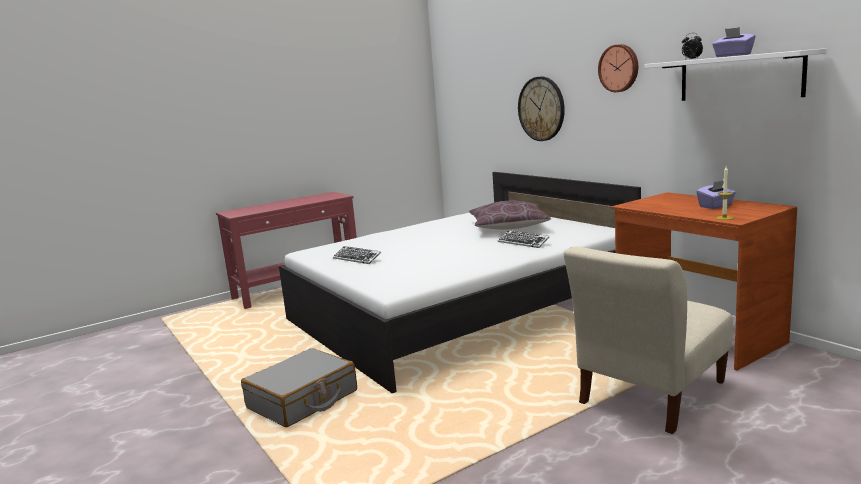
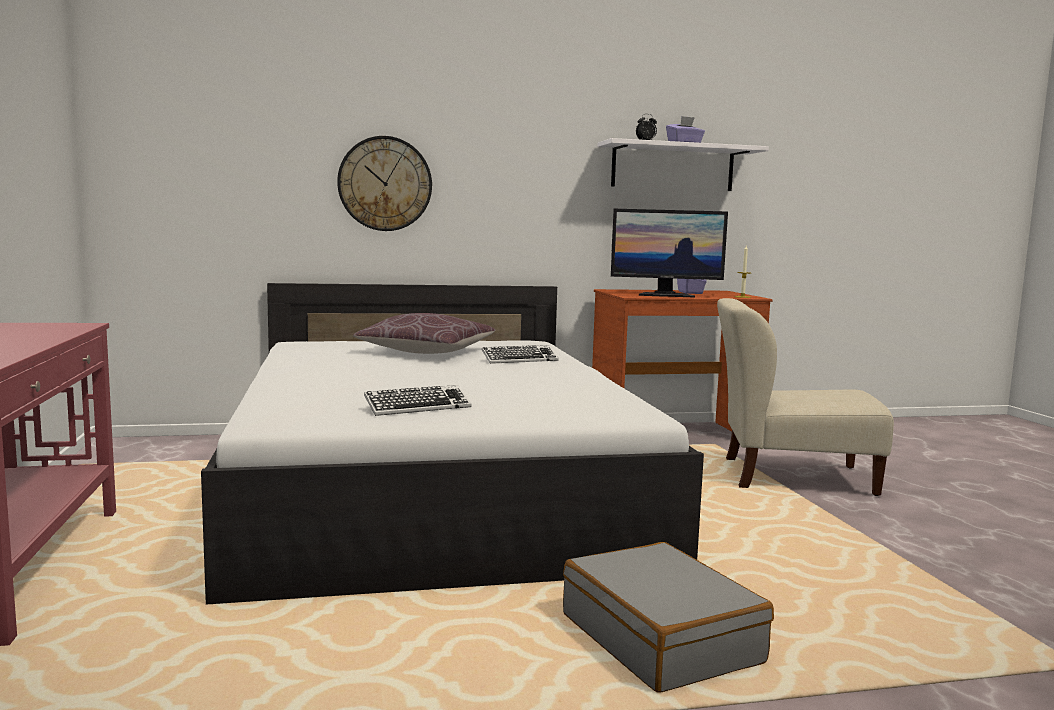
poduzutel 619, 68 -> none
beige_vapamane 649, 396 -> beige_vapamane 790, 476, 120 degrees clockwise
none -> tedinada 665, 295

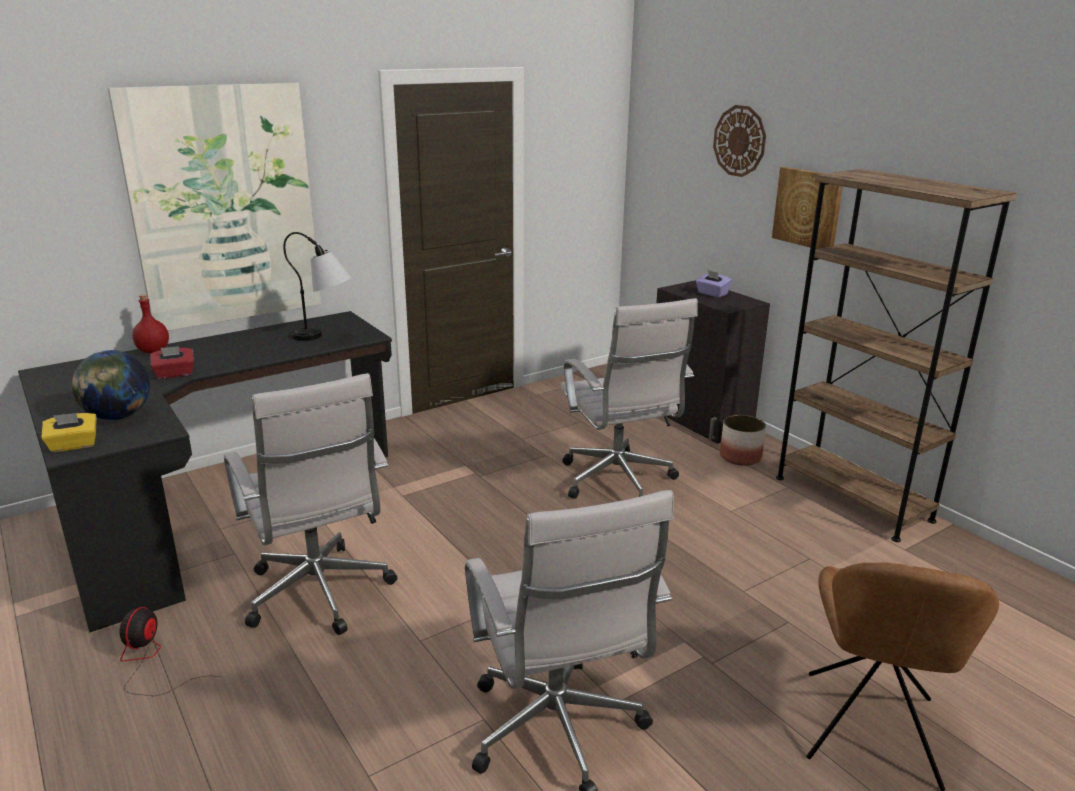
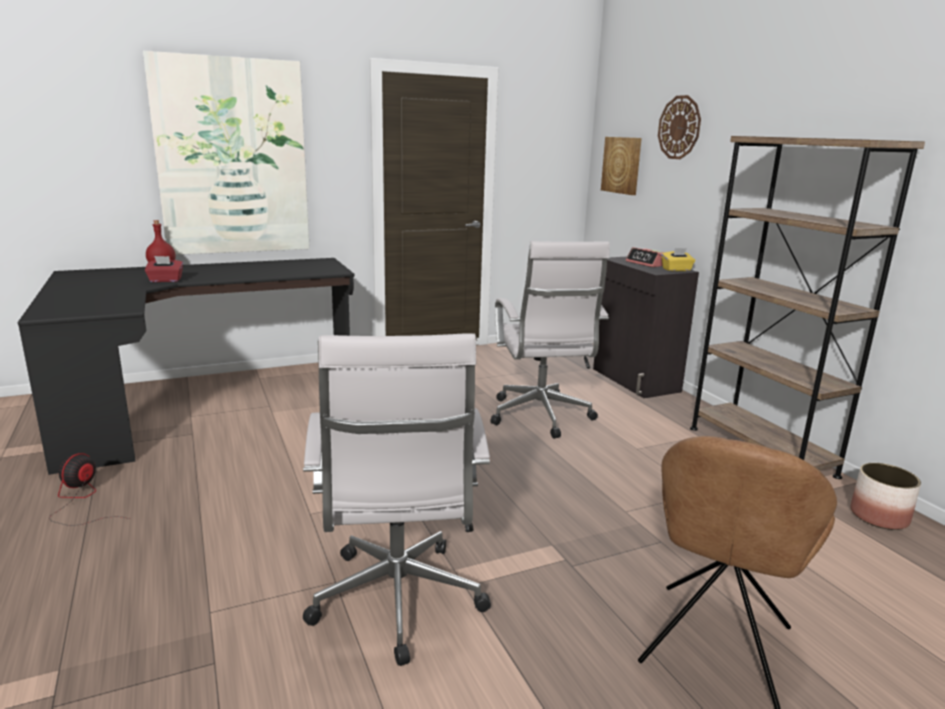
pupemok 808, 208 -> pupemok 622, 165, relocated
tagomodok 324, 338 -> none
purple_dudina 712, 294 -> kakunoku 648, 263
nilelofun 118, 417 -> none
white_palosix 320, 596 -> none
yellow_dudina 73, 445 -> yellow_dudina 676, 270, relocated
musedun 739, 457 -> musedun 878, 516, relocated

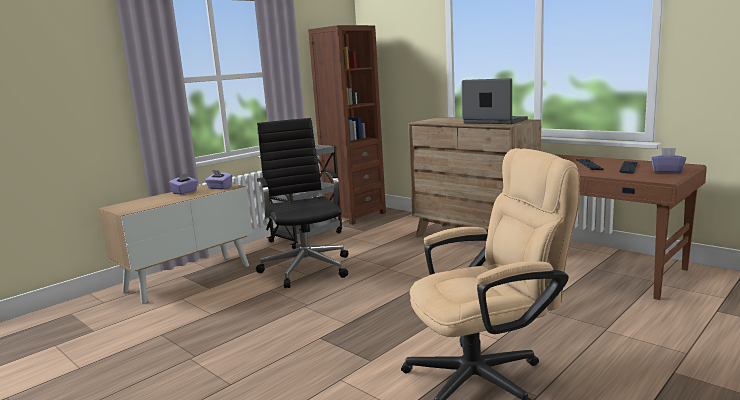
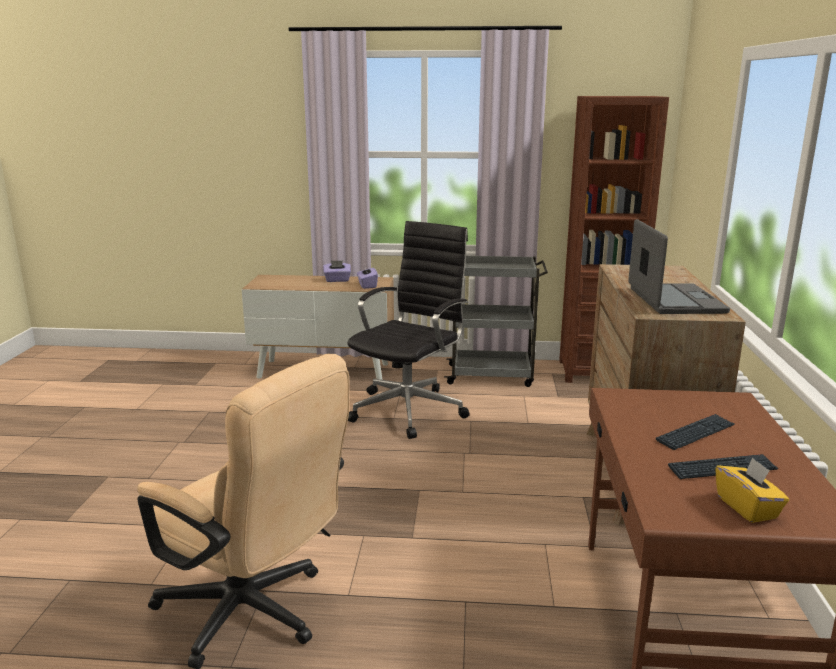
purple_dudina 667, 171 -> yellow_dudina 747, 507

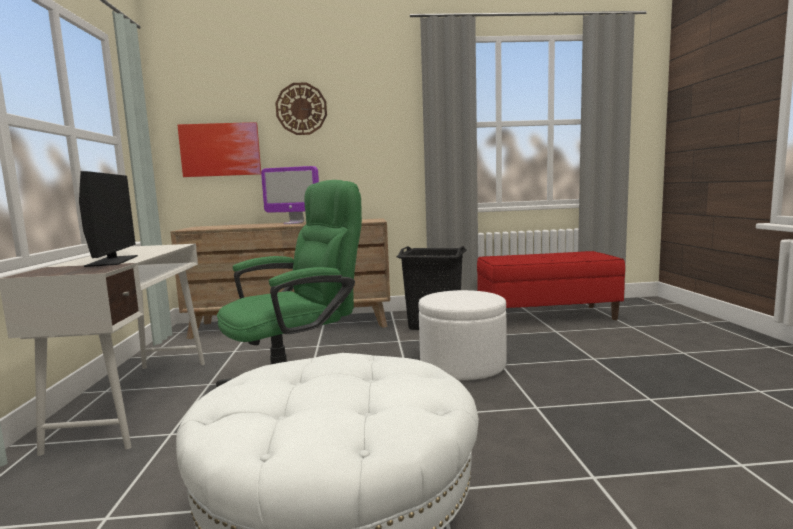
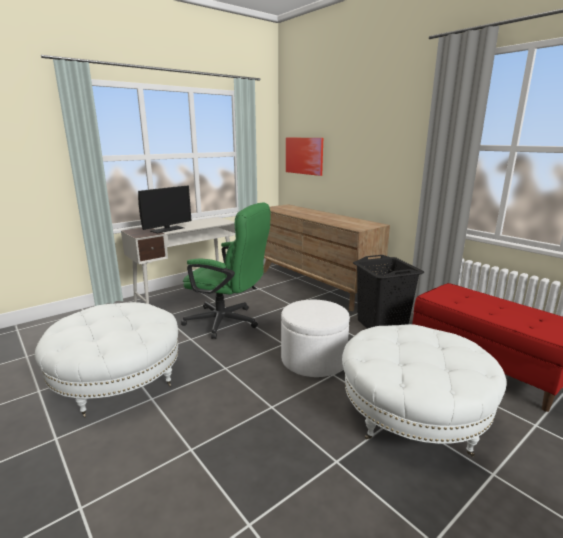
poduzutel 301, 109 -> none
tedinada 293, 223 -> none
none -> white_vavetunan 412, 414

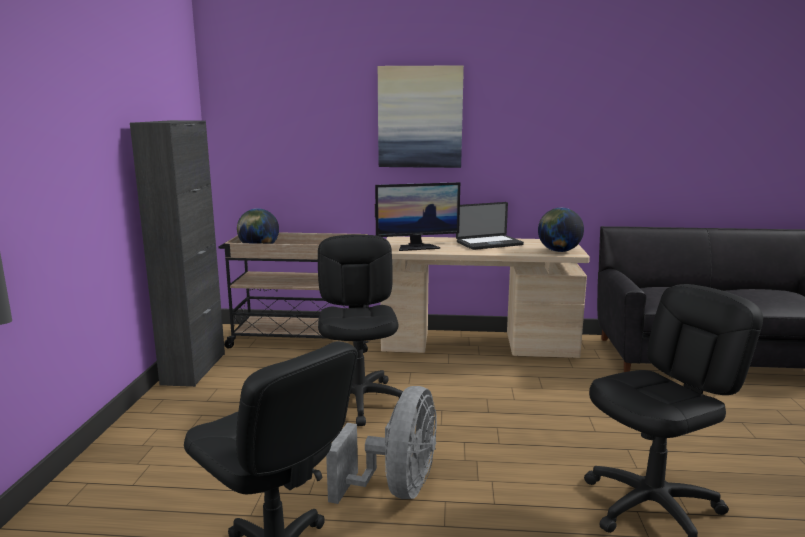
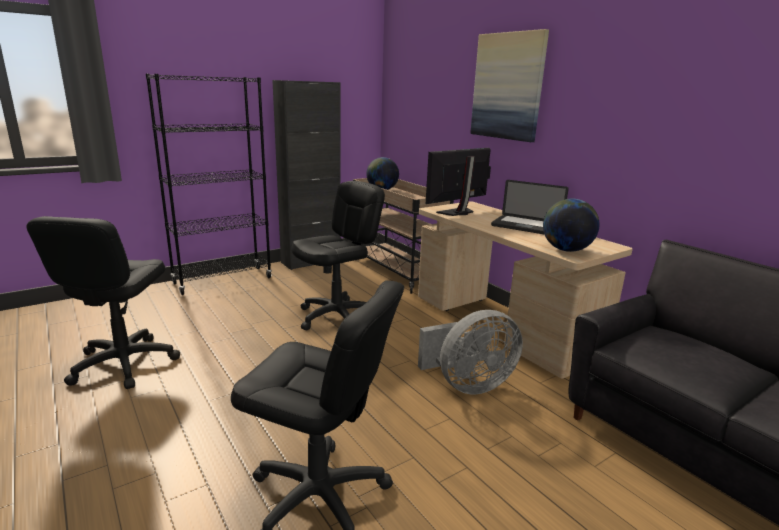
tedinada 417, 247 -> tedinada 457, 212, 105 degrees clockwise
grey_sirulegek 396, 488 -> grey_sirulegek 468, 385, relocated
none -> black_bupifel 223, 280

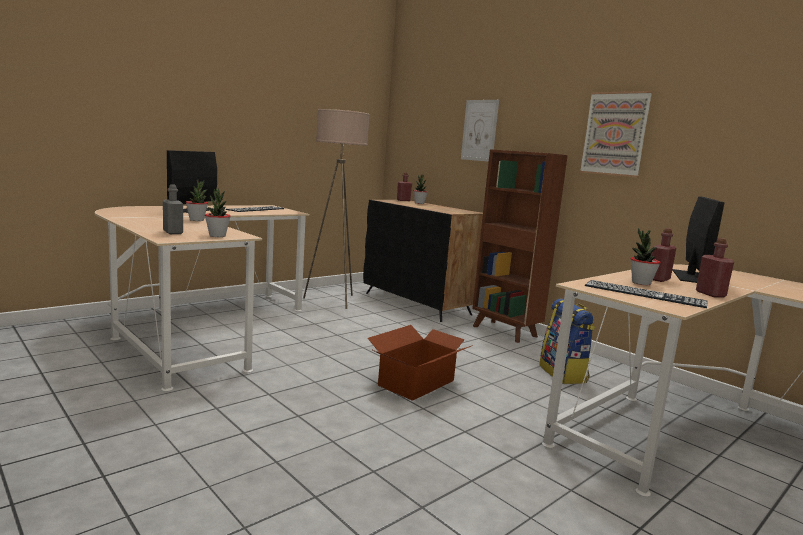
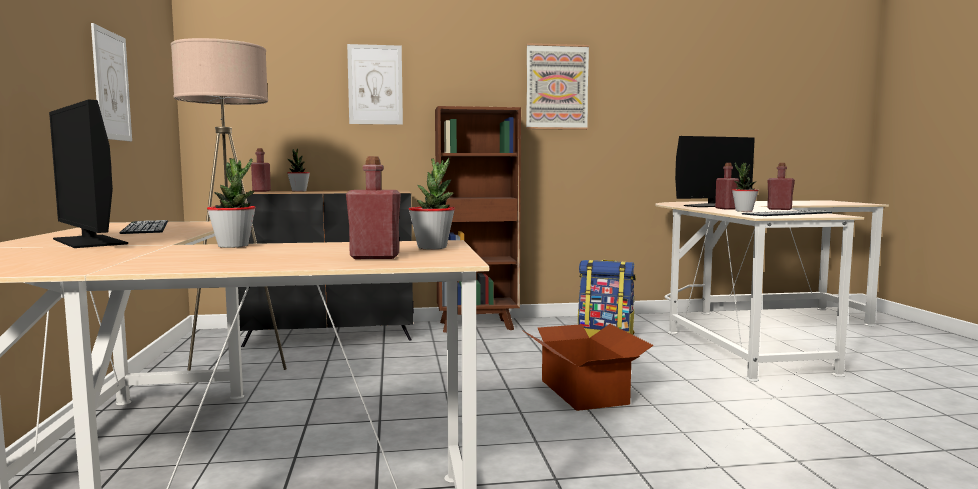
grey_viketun 173, 232 -> red_viketun 374, 257
tedinada 690, 277 -> tedinada 712, 206, 105 degrees clockwise
none -> pupemok 111, 86

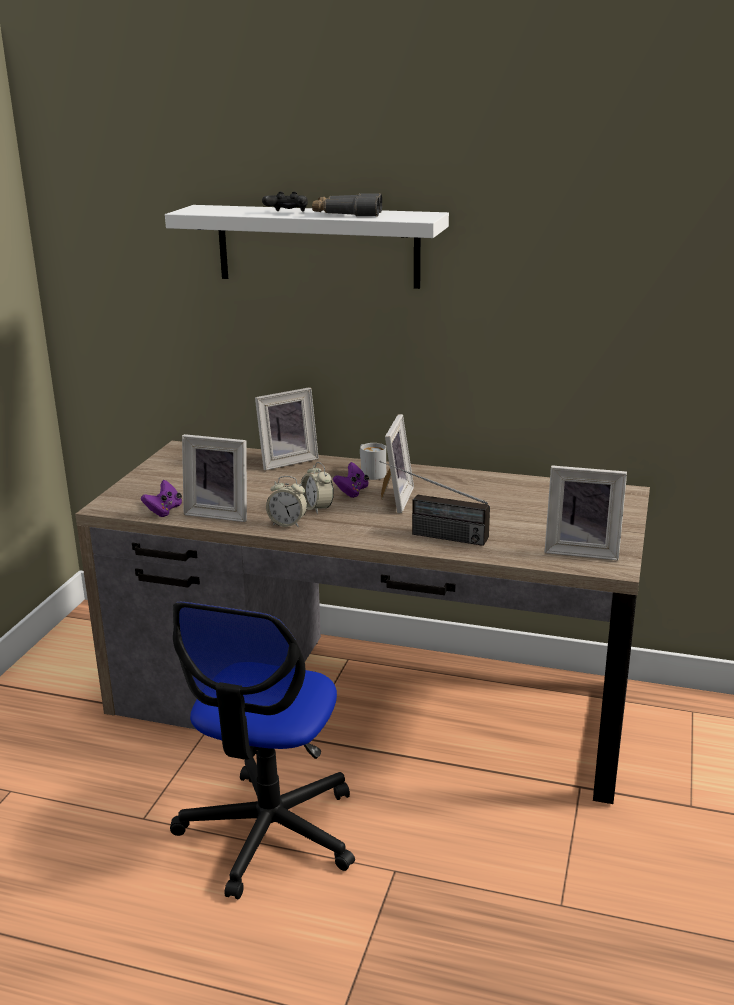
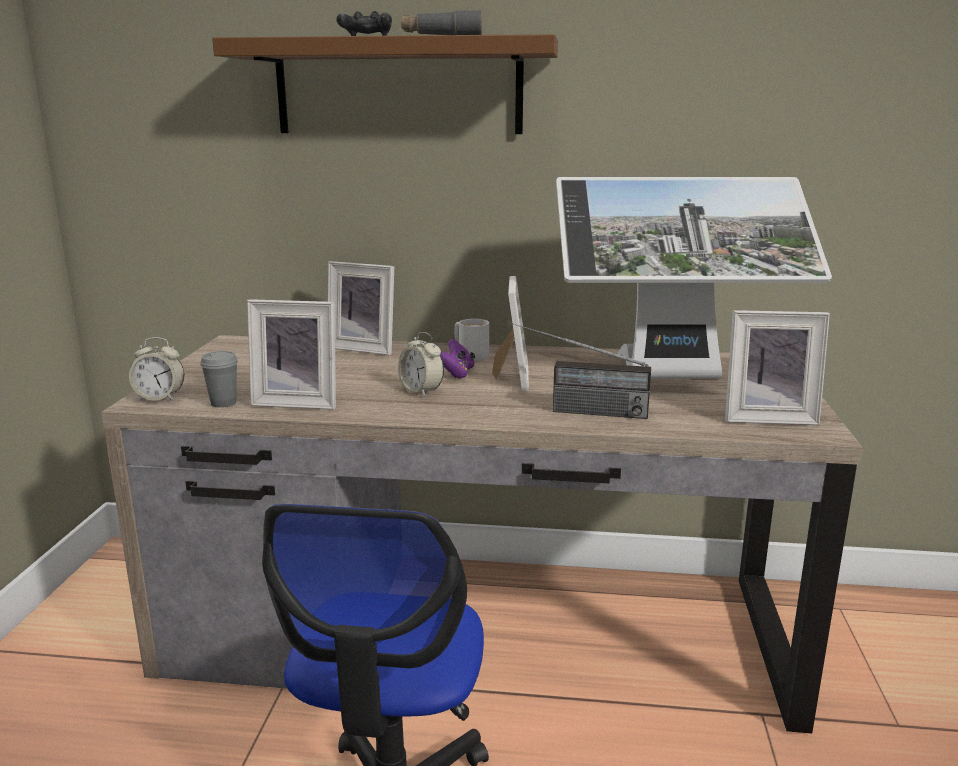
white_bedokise 317, 246 -> brown_bedokise 398, 88
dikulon 286, 461 -> dikulon 365, 348, 60 degrees clockwise
kakunoku 287, 523 -> kakunoku 160, 398, relocated
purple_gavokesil 164, 511 -> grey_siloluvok 223, 403
none -> tedinada 673, 377

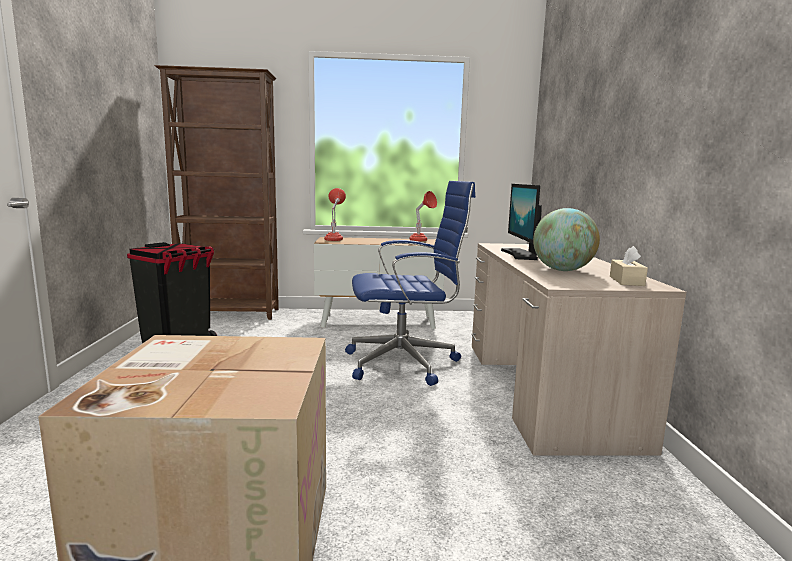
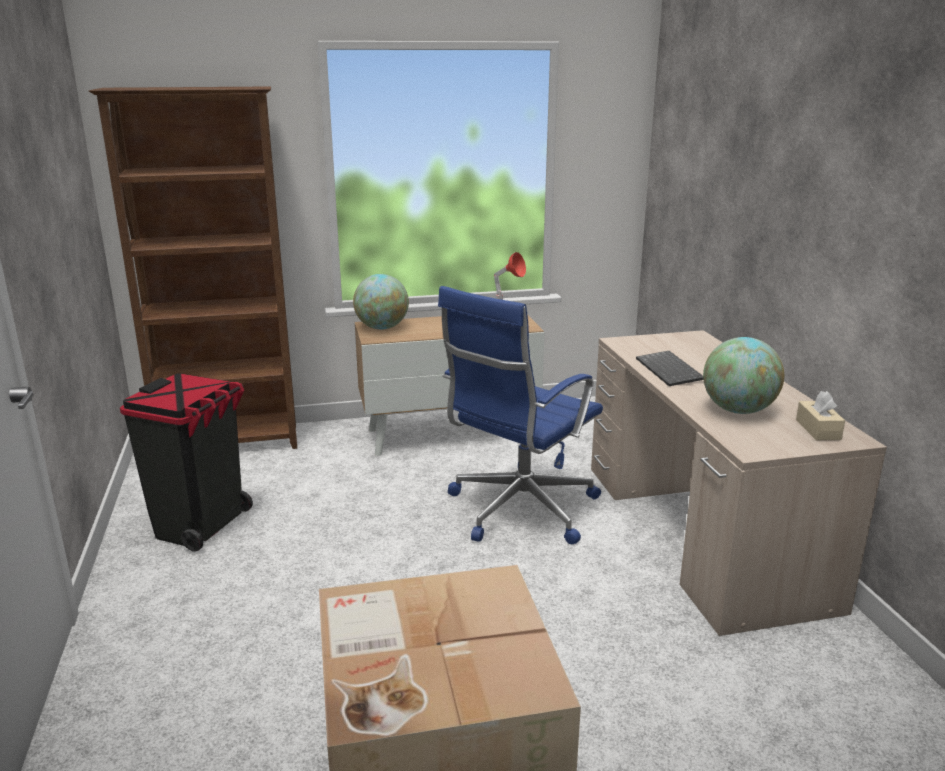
blue_palosix 405, 363 -> blue_palosix 519, 510, 150 degrees clockwise
tedinada 521, 255 -> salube 670, 370
red_tagomodok 334, 239 -> nilelofun 382, 328

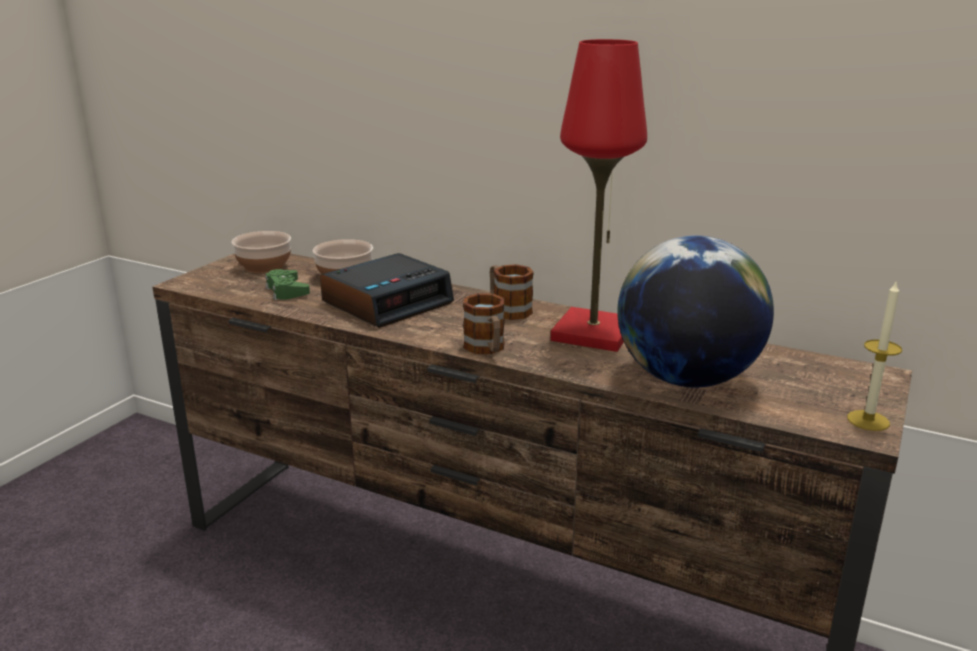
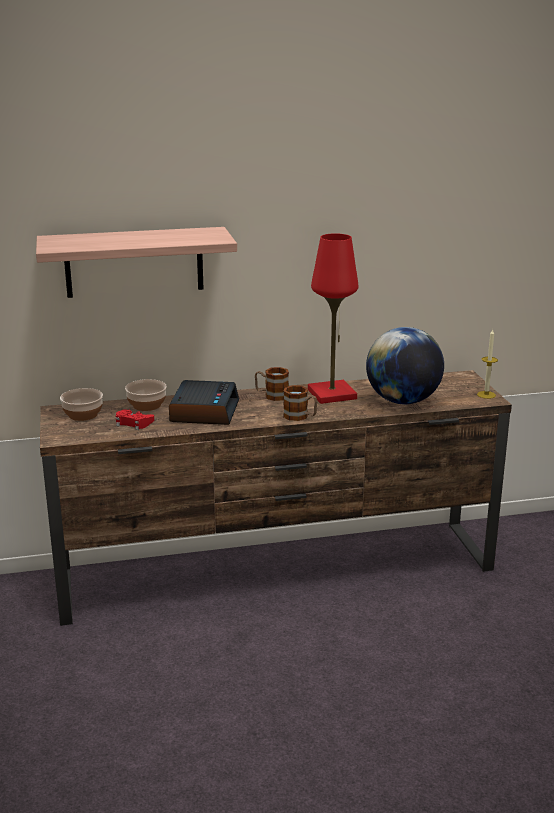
green_gavokesil 287, 291 -> red_gavokesil 133, 423
none -> bedokise 134, 262

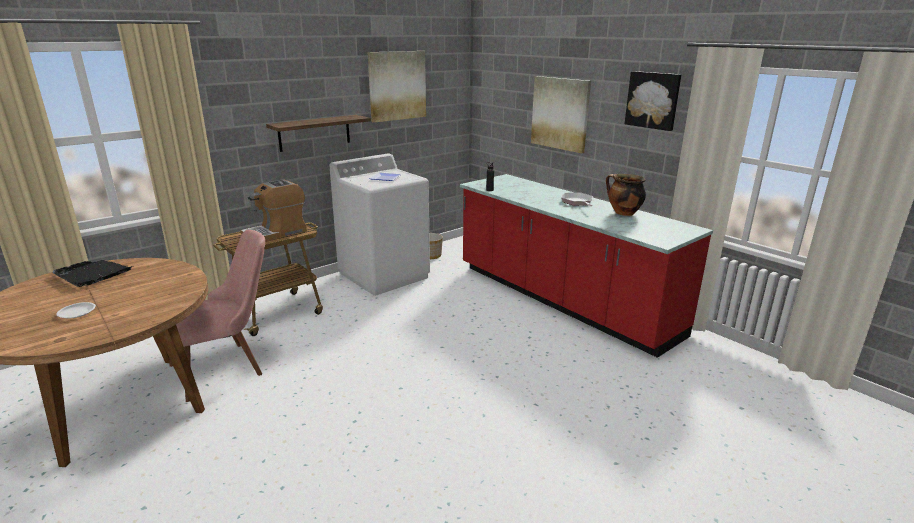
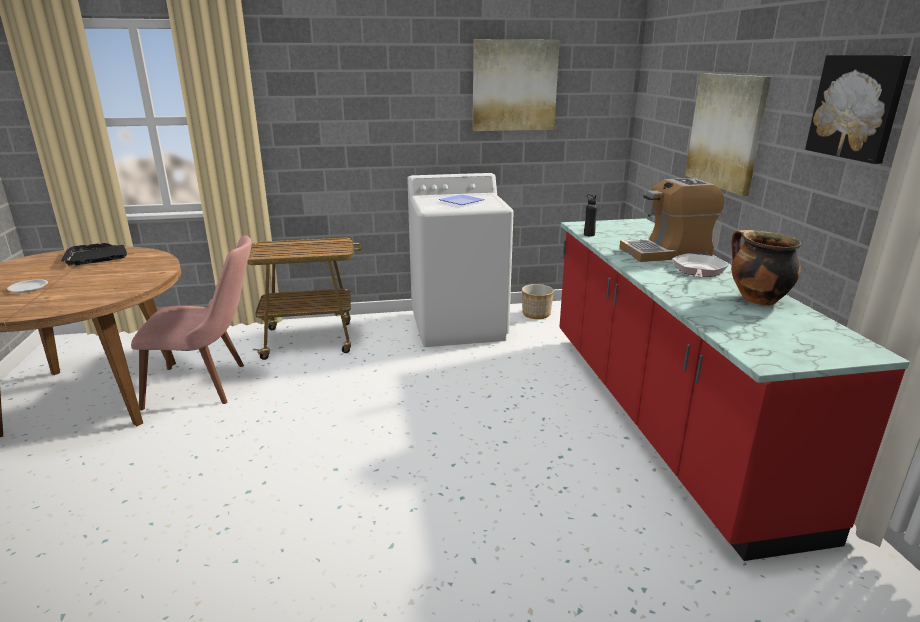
bedokise 314, 133 -> none
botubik 276, 233 -> botubik 667, 252, relocated

